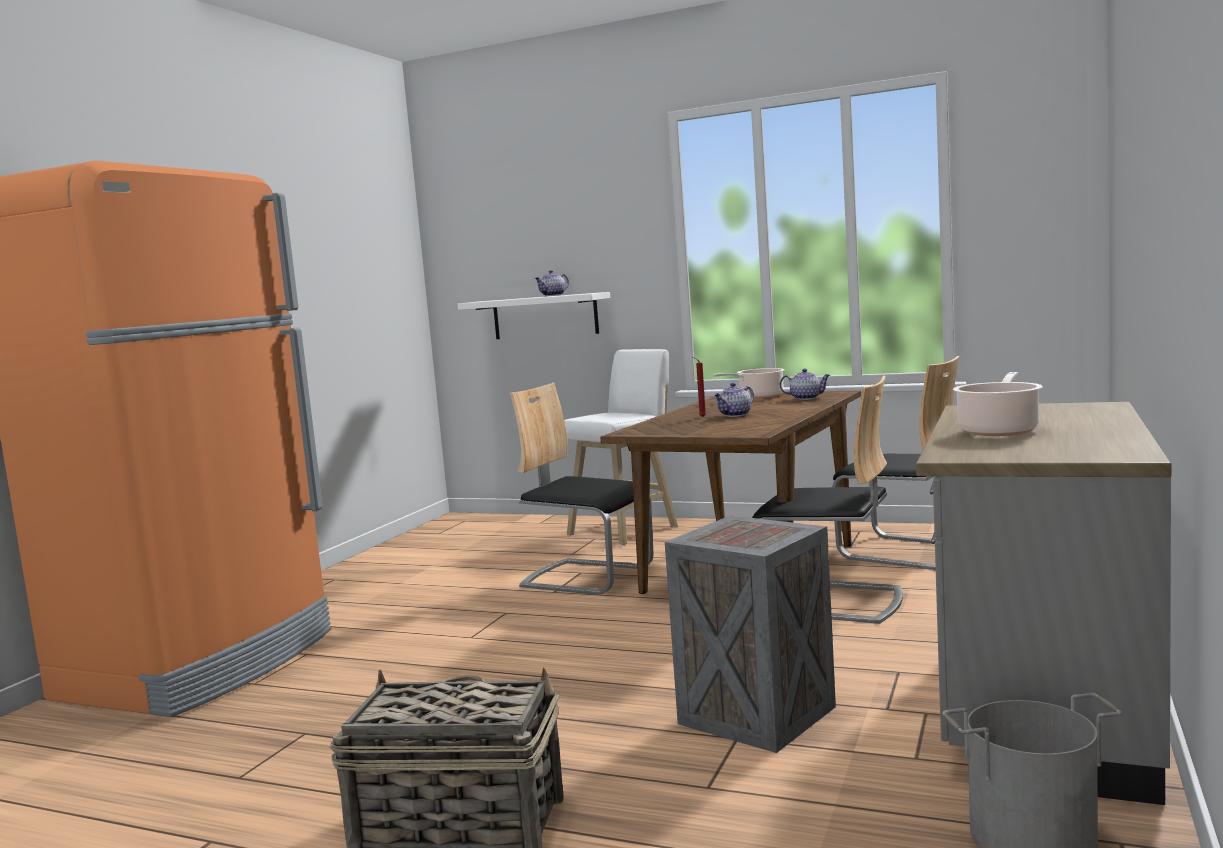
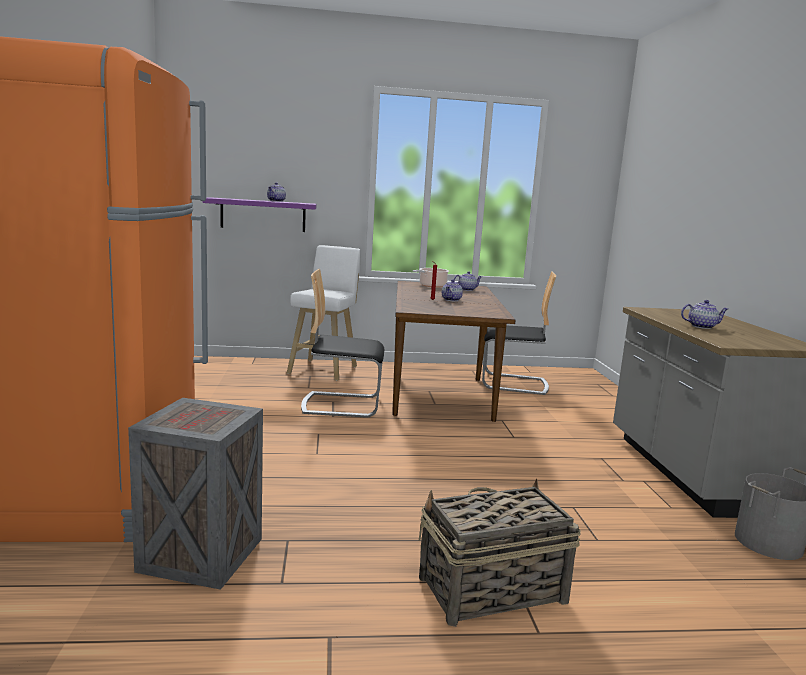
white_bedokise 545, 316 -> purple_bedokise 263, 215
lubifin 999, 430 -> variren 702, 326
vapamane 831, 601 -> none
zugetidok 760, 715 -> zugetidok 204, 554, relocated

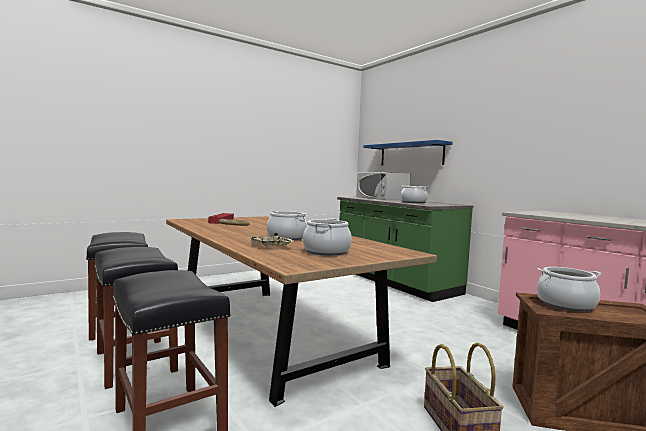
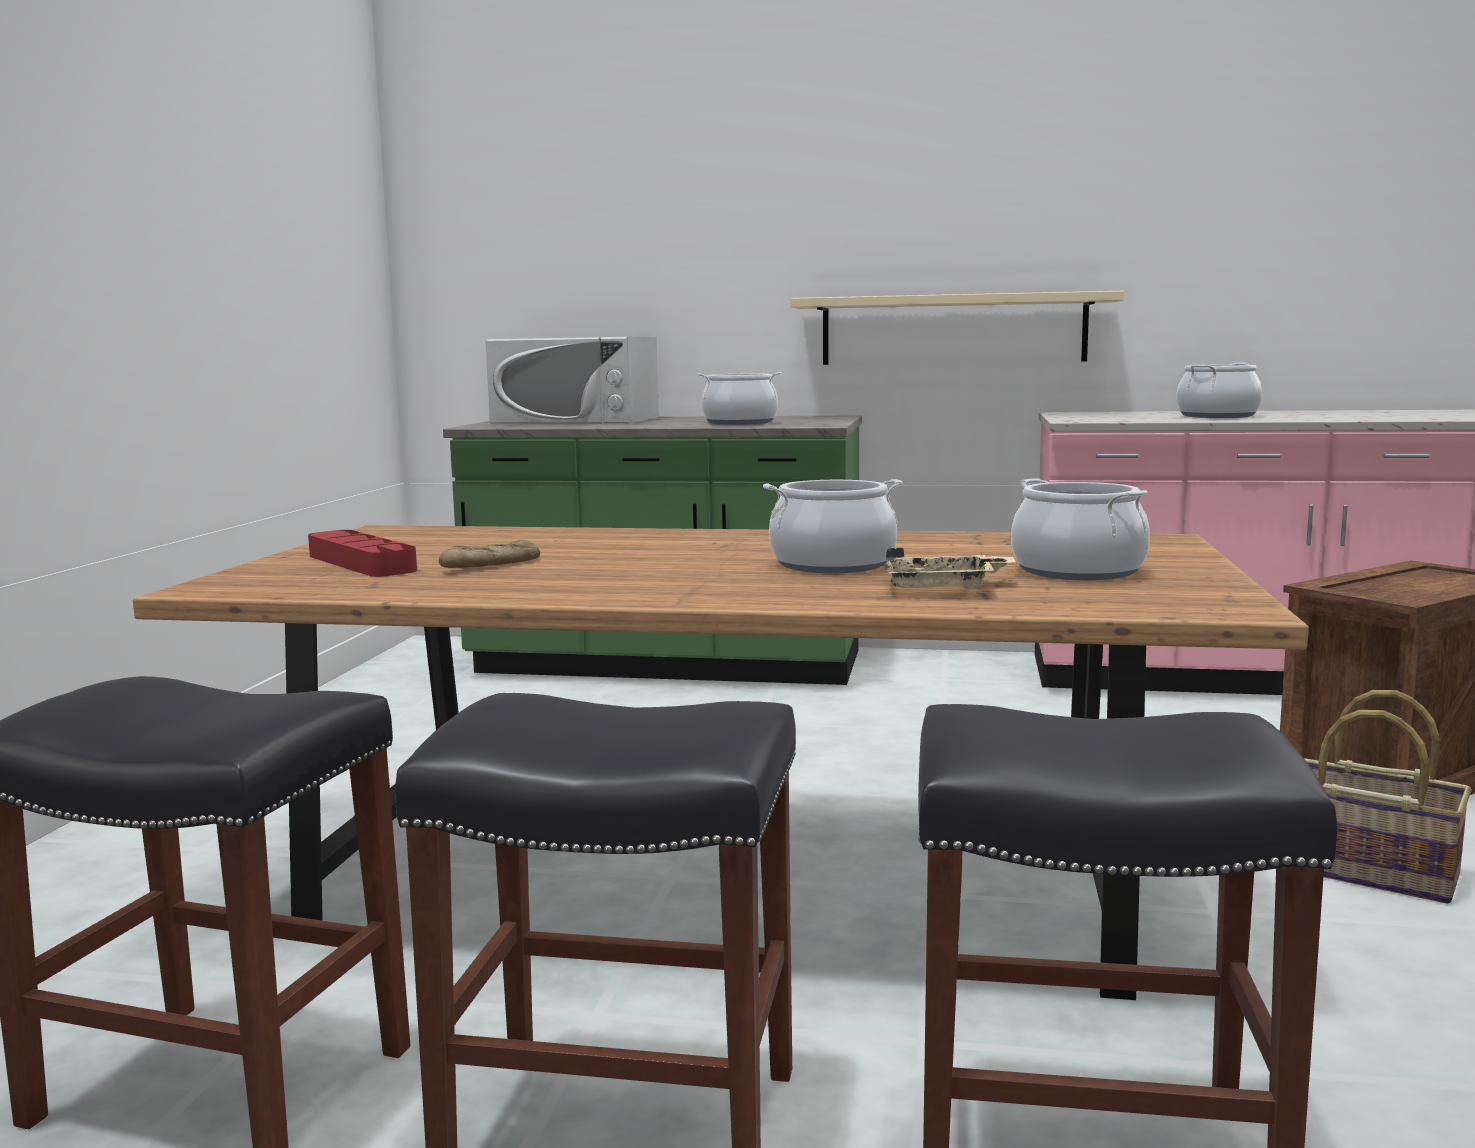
blue_bedokise 410, 154 -> none
lubifin 566, 304 -> lubifin 1218, 416, relocated
none -> beige_bedokise 953, 330

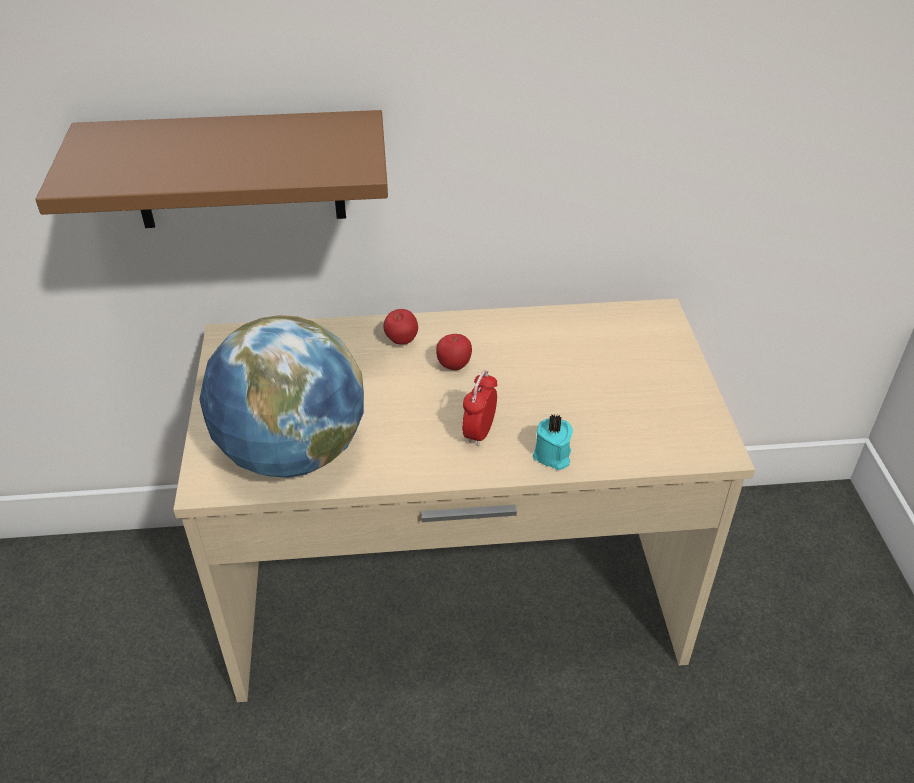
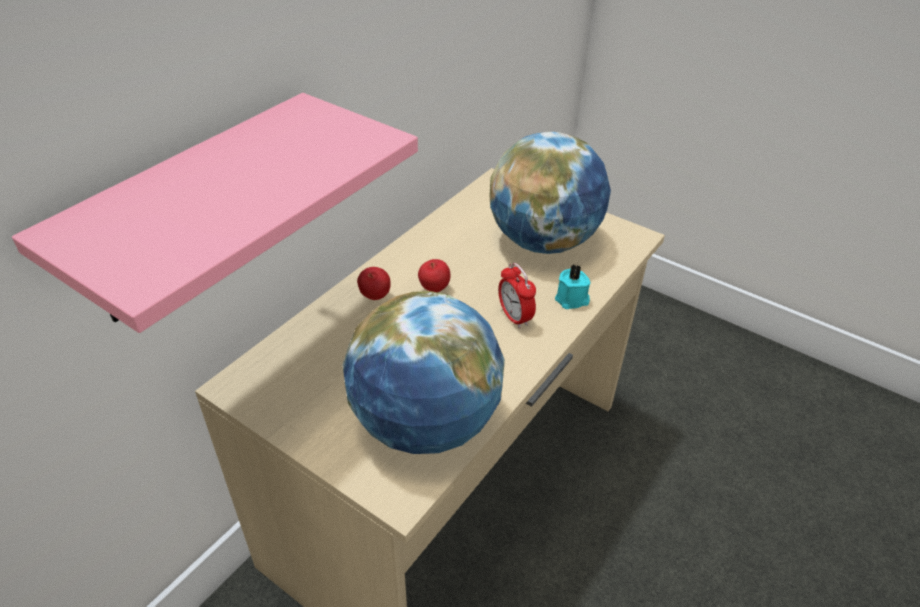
brown_bedokise 237, 170 -> pink_bedokise 193, 210
none -> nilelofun 543, 241

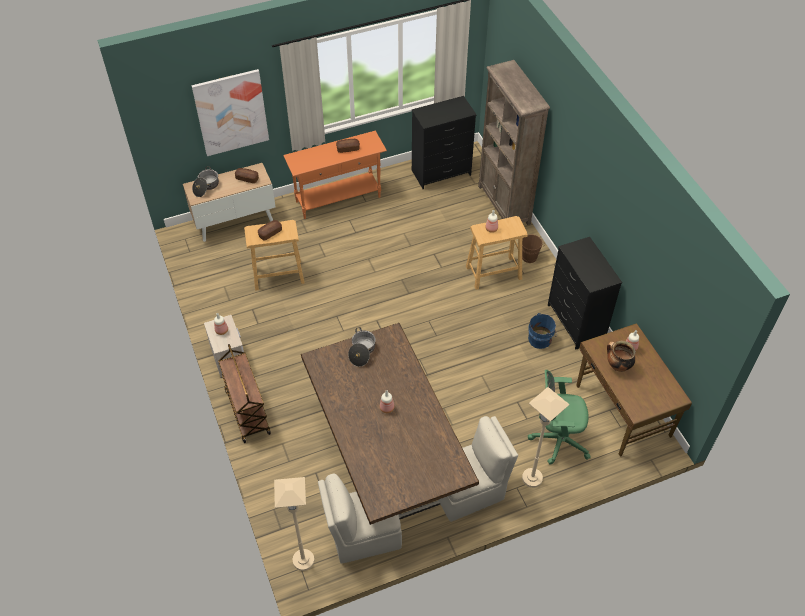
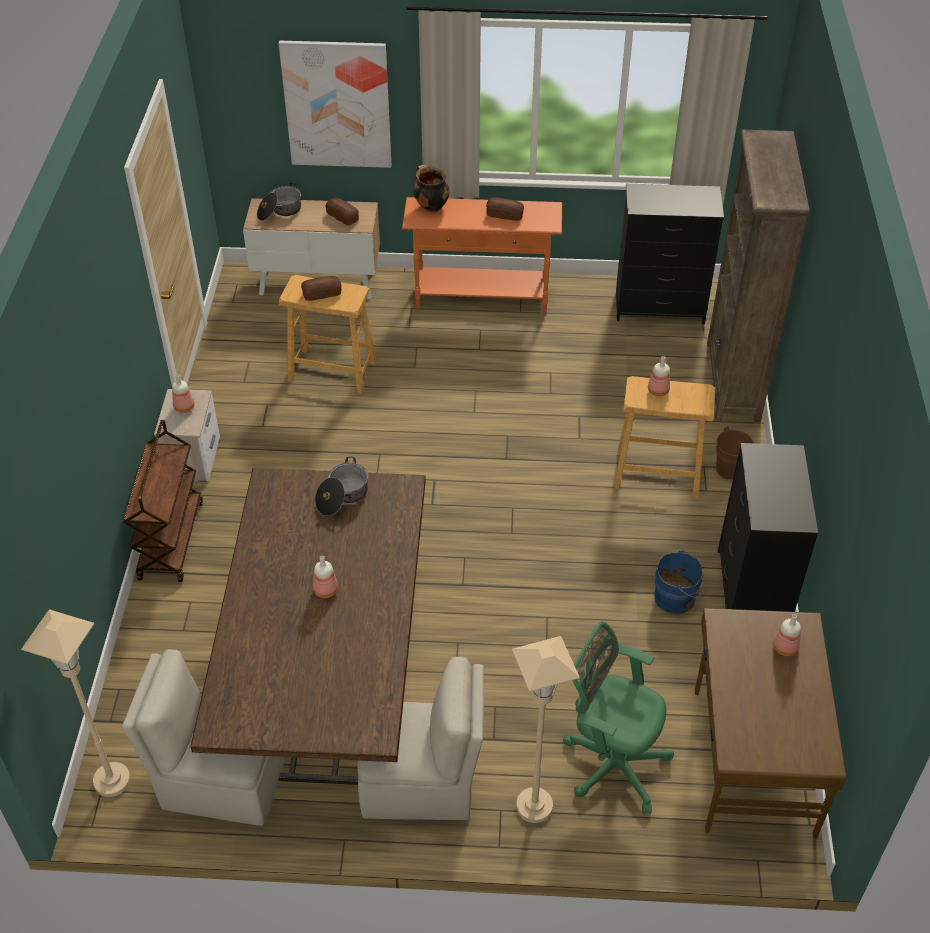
lubifin 617, 366 -> lubifin 430, 206, relocated

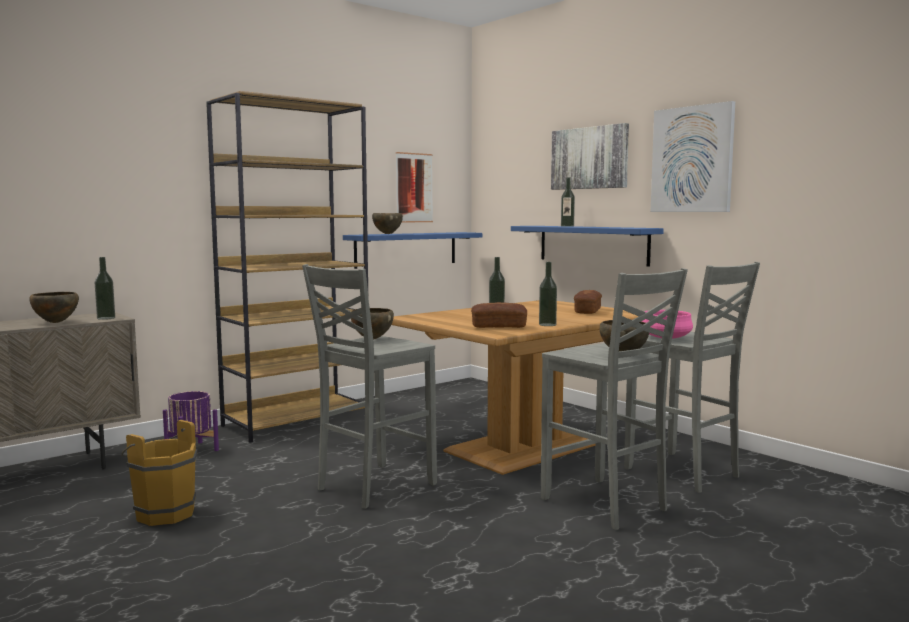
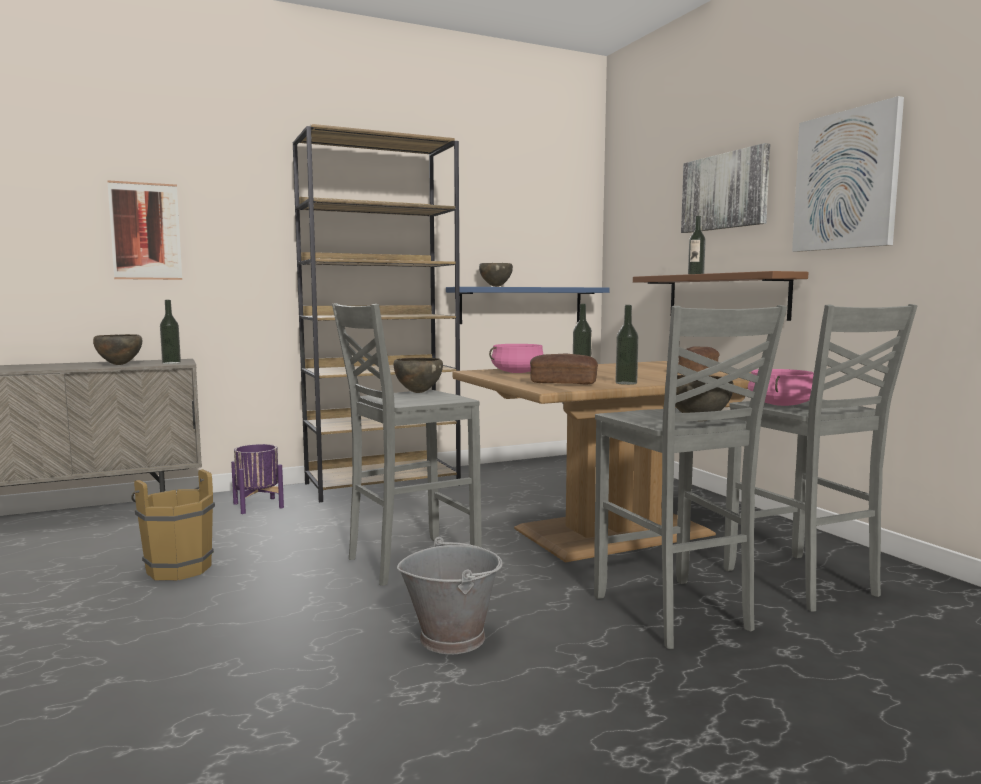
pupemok 414, 188 -> pupemok 145, 231, relocated
blue_bedokise 592, 244 -> brown_bedokise 726, 296
none -> pink_lubifin 517, 372
none -> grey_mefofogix 452, 637

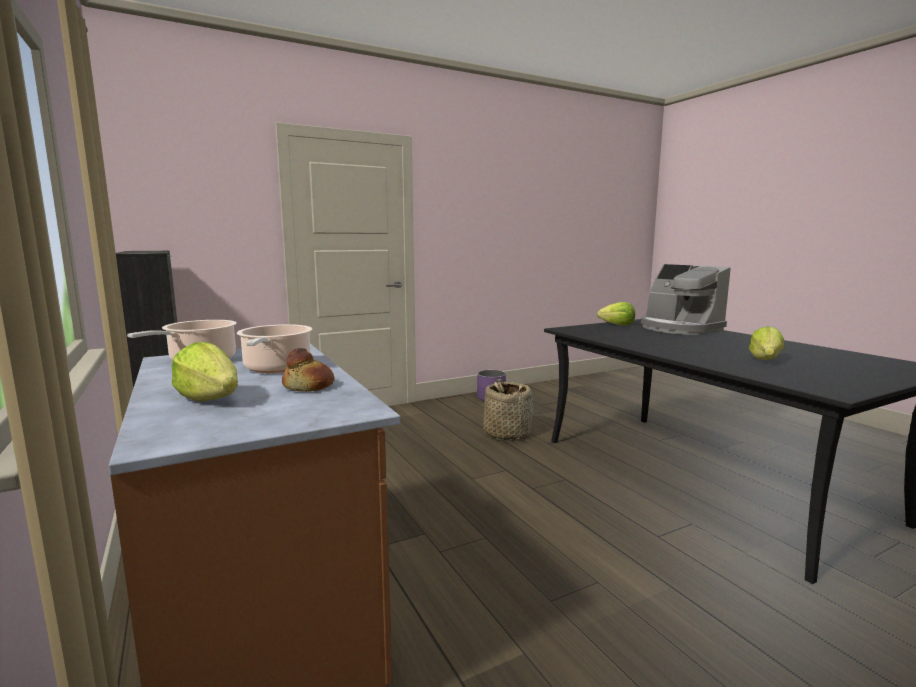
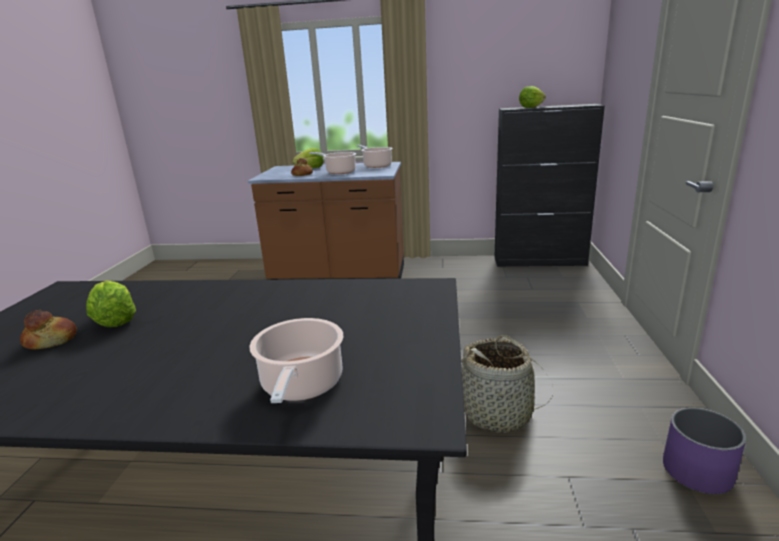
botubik 679, 328 -> lubifin 301, 385
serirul 617, 325 -> serirul 531, 107, relocated
none -> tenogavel 52, 340

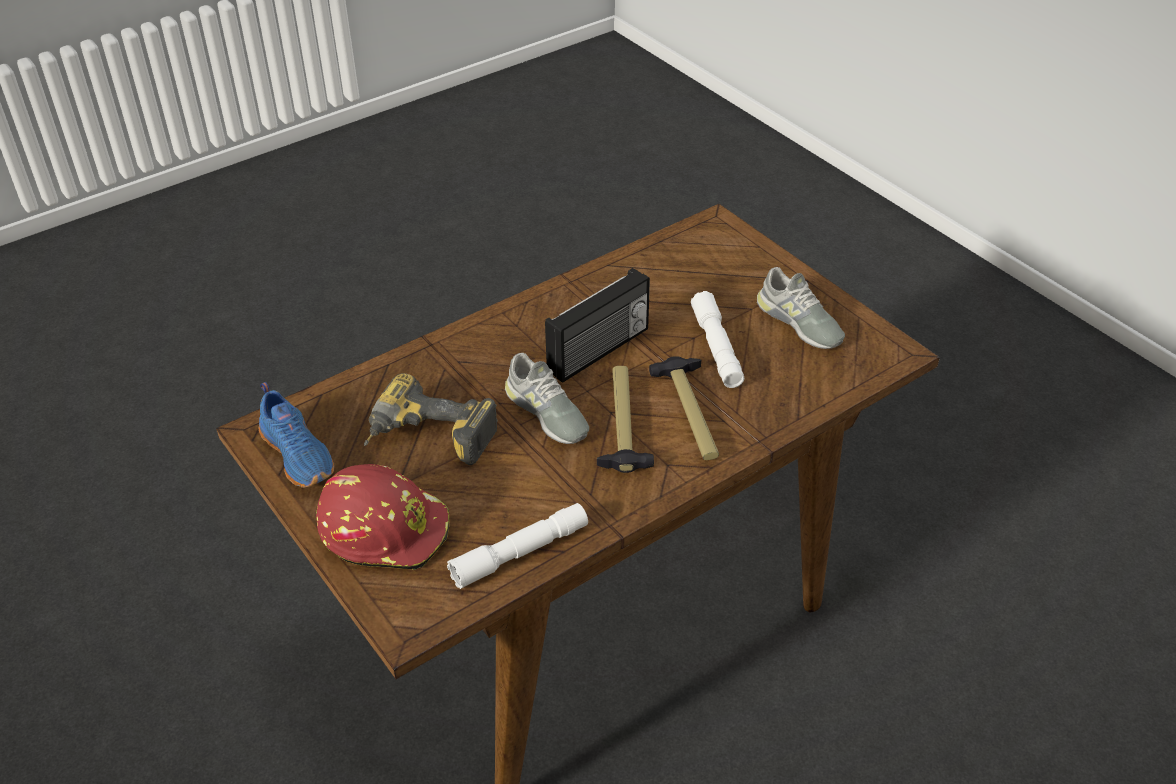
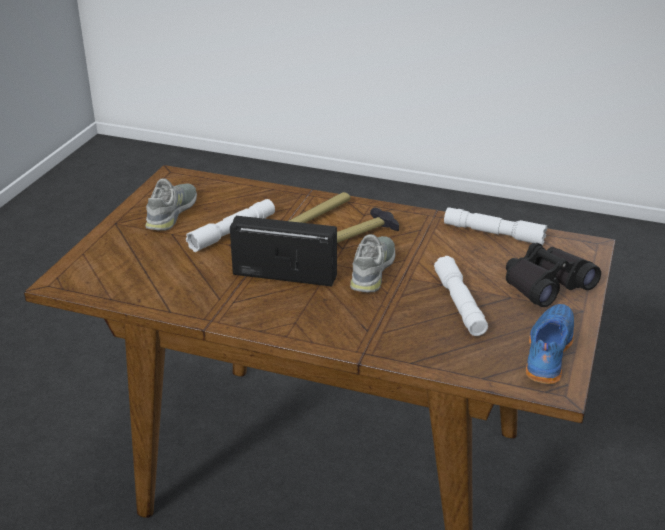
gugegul 427, 441 -> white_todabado 459, 304
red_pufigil 385, 528 -> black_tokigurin 546, 284

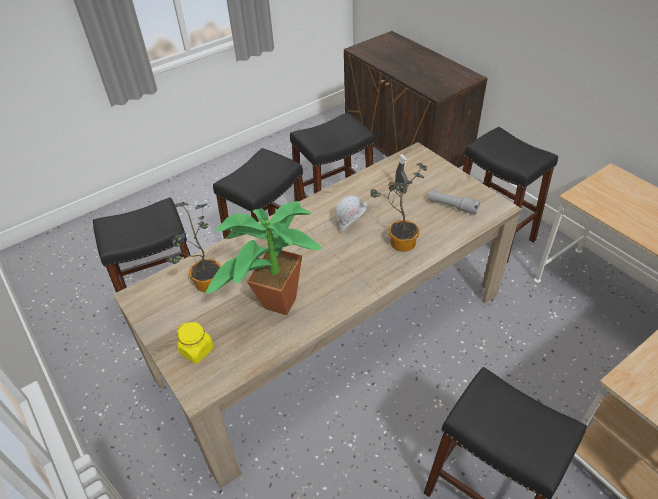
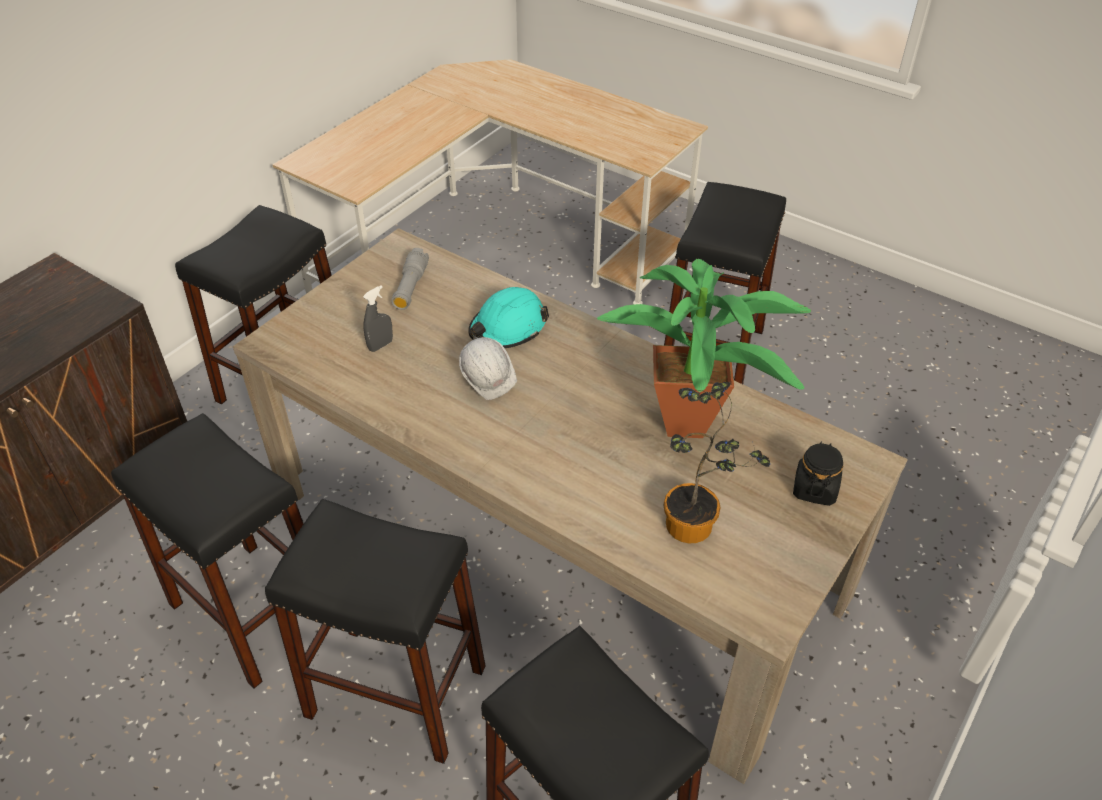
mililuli 399, 242 -> turquoise_pufigil 508, 328
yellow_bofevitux 197, 350 -> black_bofevitux 814, 488

